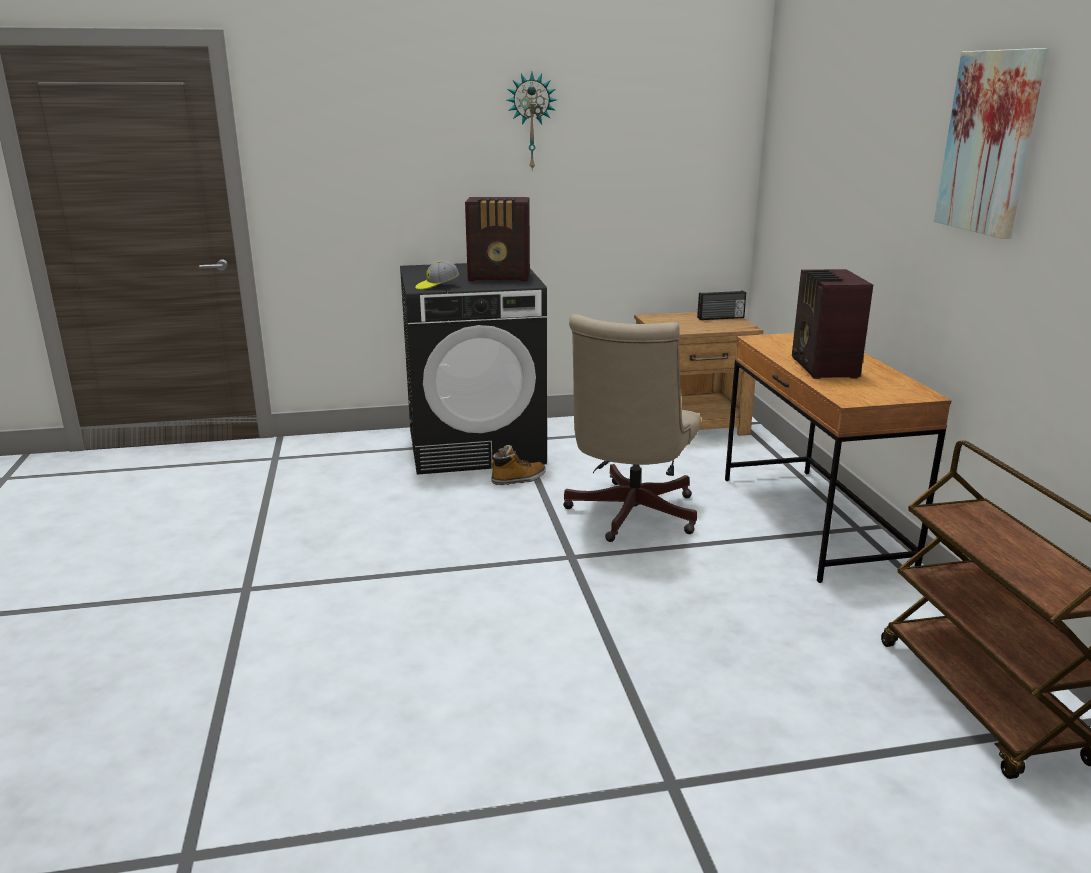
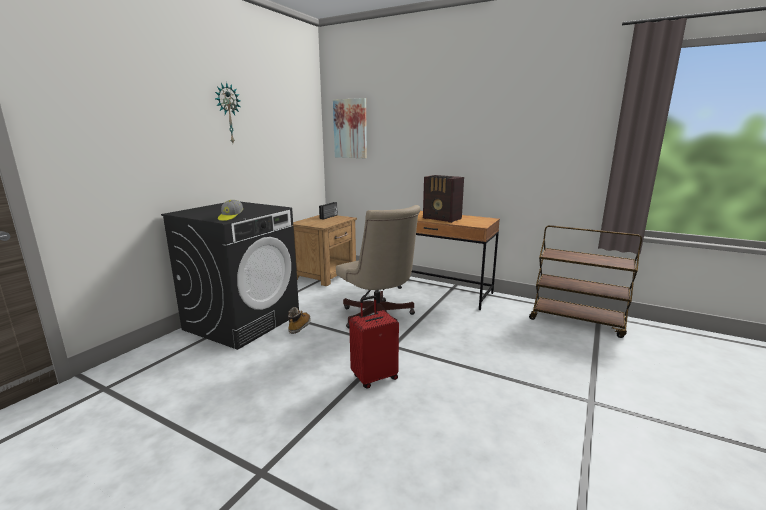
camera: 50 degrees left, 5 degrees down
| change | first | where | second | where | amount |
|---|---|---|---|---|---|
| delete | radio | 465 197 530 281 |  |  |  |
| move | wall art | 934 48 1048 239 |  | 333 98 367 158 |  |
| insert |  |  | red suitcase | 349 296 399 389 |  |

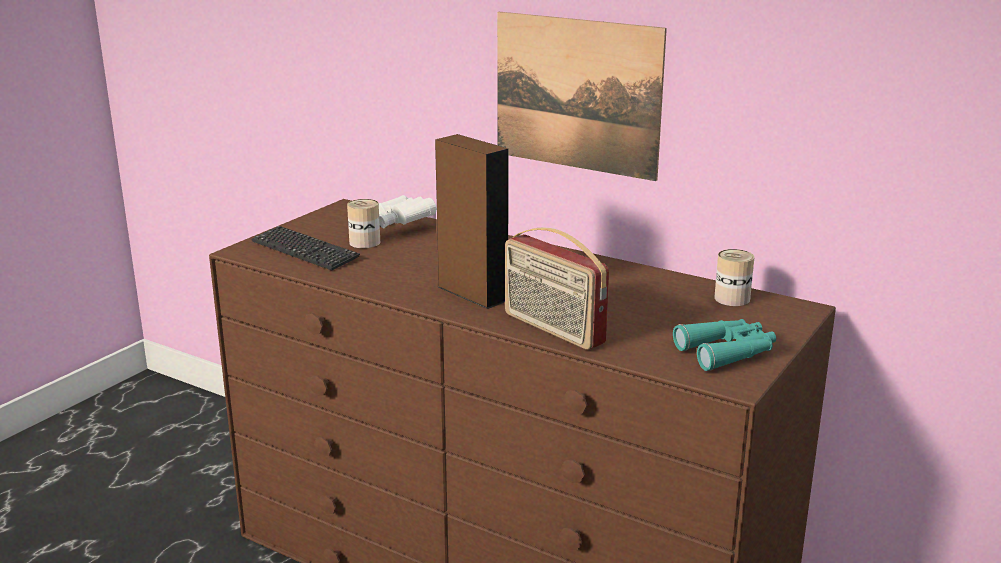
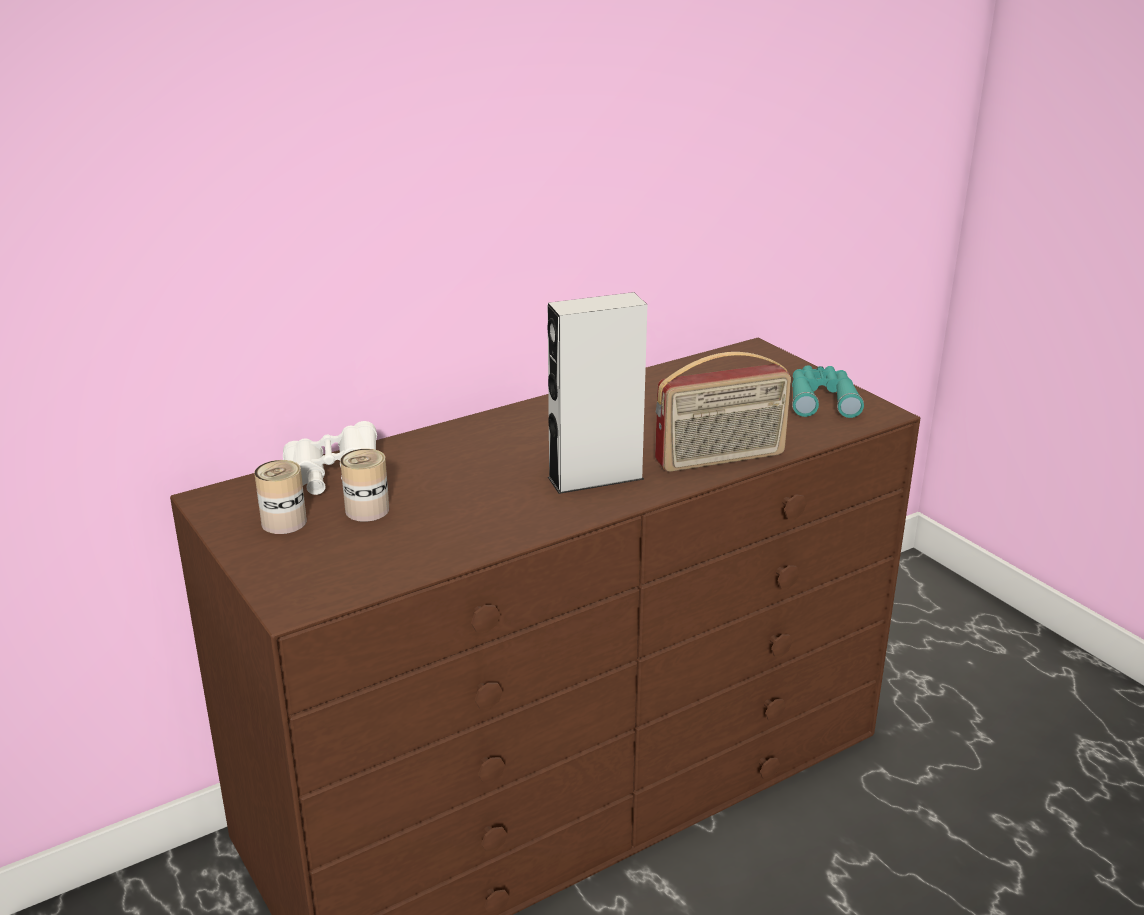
camera: 65 degrees left, 5 degrees up
| change | first | where | second | where | amount |
|---|---|---|---|---|---|
| delete | PC keyboard | 251 226 360 271 |  |  |  |
| recolor | brownish audio speaker | 435 134 509 309 | grey audio speaker | 548 292 647 494 |  |
| delete | wall art | 497 12 667 181 |  |  |  |
| move | sealed can | 714 249 754 306 |  | 255 460 307 534 |  |

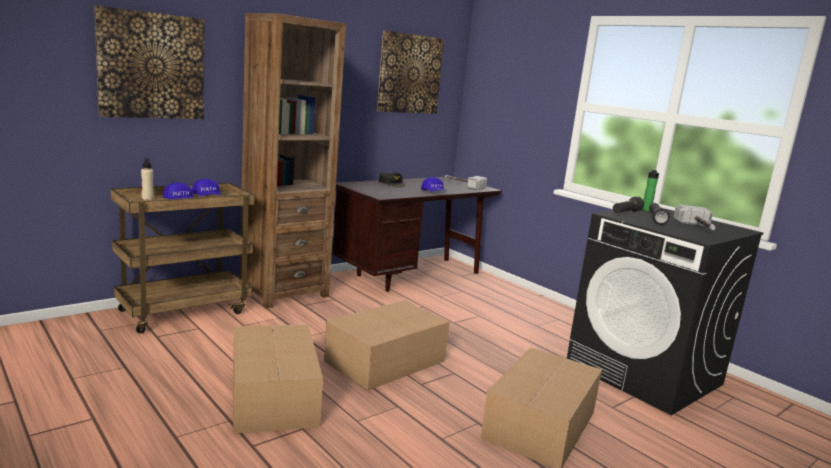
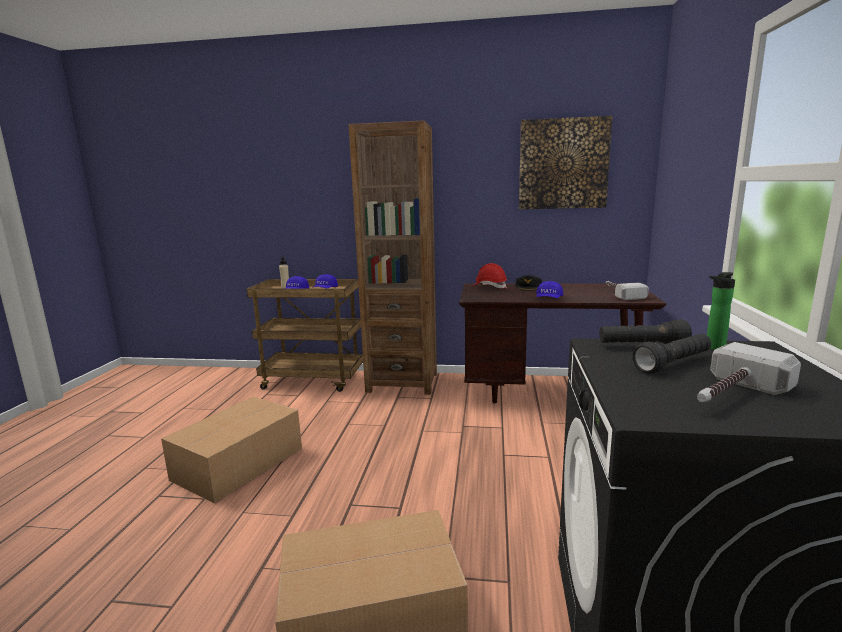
camera: 50 degrees right, 0 degrees up
| change | first | where | second | where | amount |
|---|---|---|---|---|---|
| delete | wall art | 94 5 204 119 |  |  |  |
| delete | cardboard box | 324 300 450 390 |  |  |  |
| insert |  |  | red work helmet | 474 263 507 288 |  |

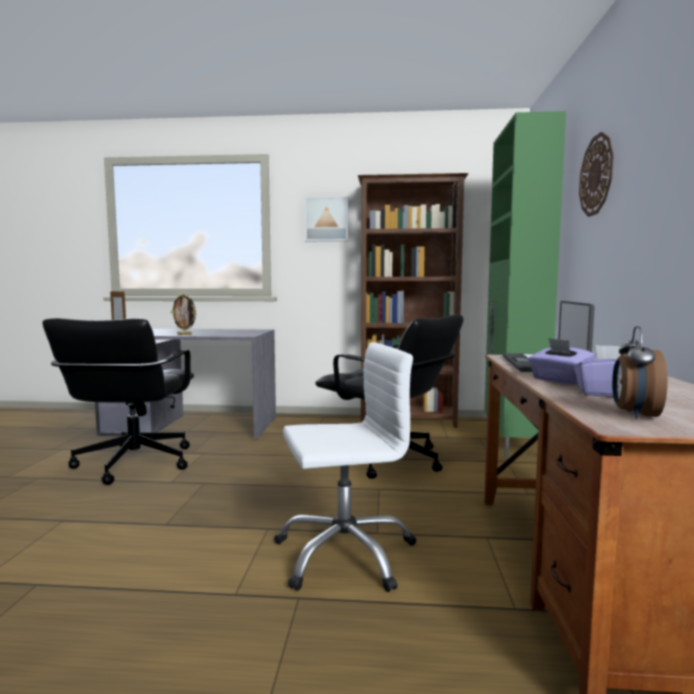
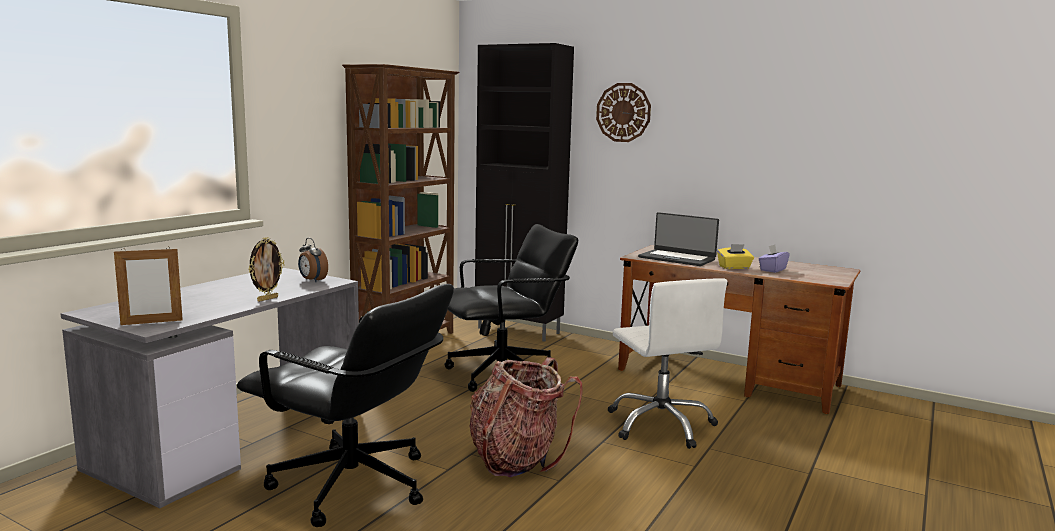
camera: 65 degrees left, 5 degrees up
| change | first | where | second | where | amount |
|---|---|---|---|---|---|
| rotate | white computer chair | 274 342 416 592 |  | 608 278 727 449 | 150 degrees clockwise |
| delete | wall art | 305 196 348 241 |  |  |  |
| recolor | green cabinet | 484 111 566 458 | black cabinet | 475 43 574 342 |  |
| recolor | purple-coloured box of tissues | 528 338 596 385 | yellow-coloured box of tissues | 717 244 754 269 |  |
| move | table clock | 612 326 668 419 |  | 298 238 328 282 |  |
| insert |  |  | rucksack | 469 357 583 477 |  |

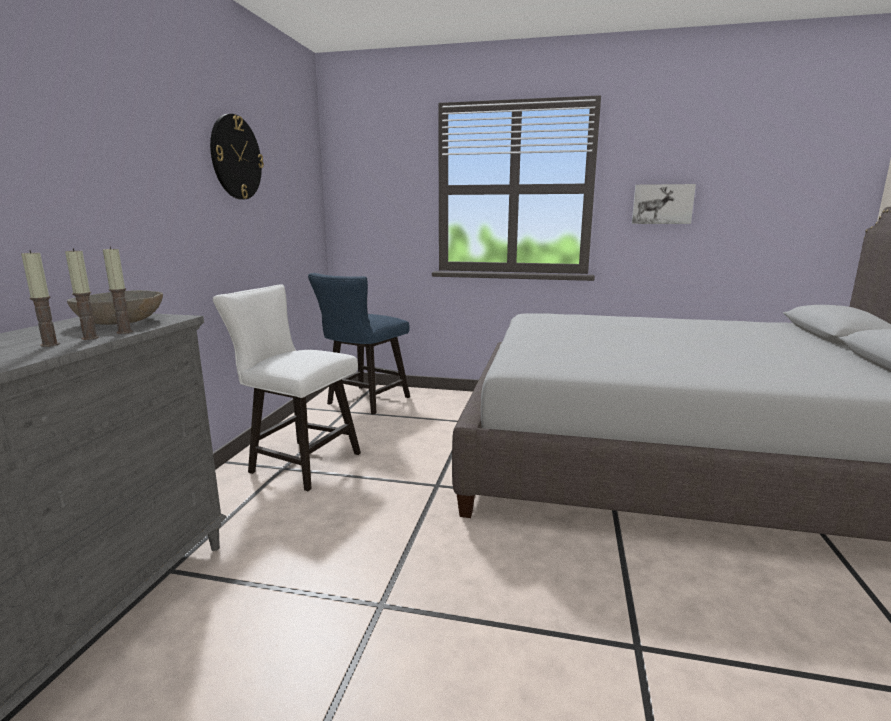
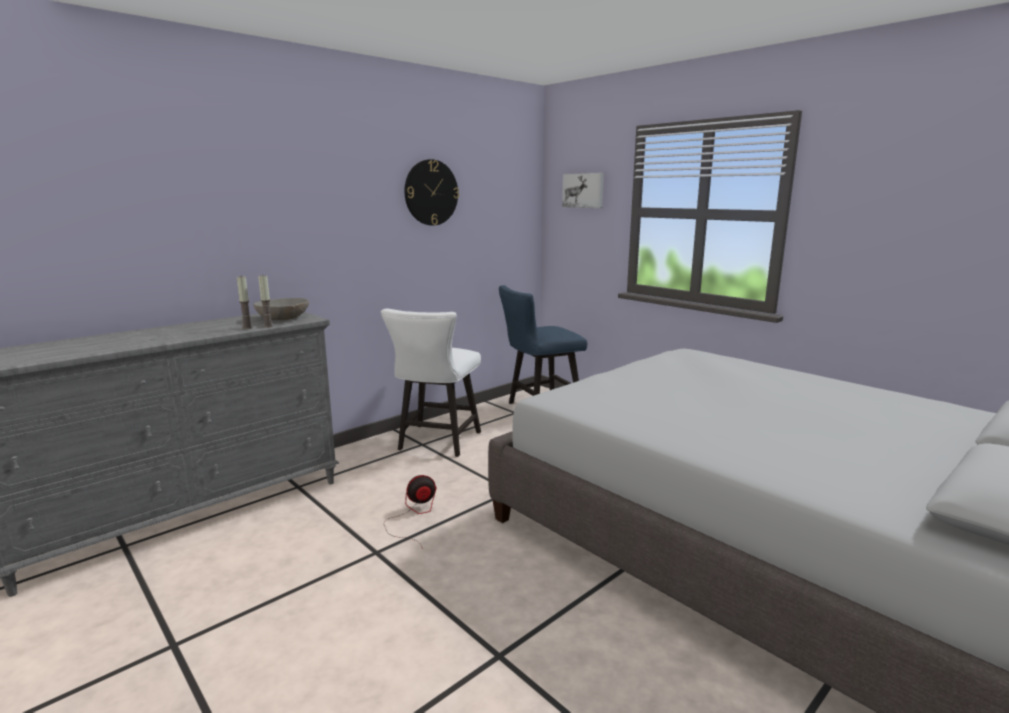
camera: 35 degrees right, 0 degrees up
| change | first | where | second | where | amount |
|---|---|---|---|---|---|
| delete | wax light | 21 250 60 347 |  |  |  |
| rotate | white upright chair | 213 284 361 491 |  | 381 308 481 457 | 135 degrees counterclockwise |
| move | wall art | 632 184 696 224 |  | 562 173 604 208 |  |
| insert |  |  | electric fan | 384 475 437 549 |  |

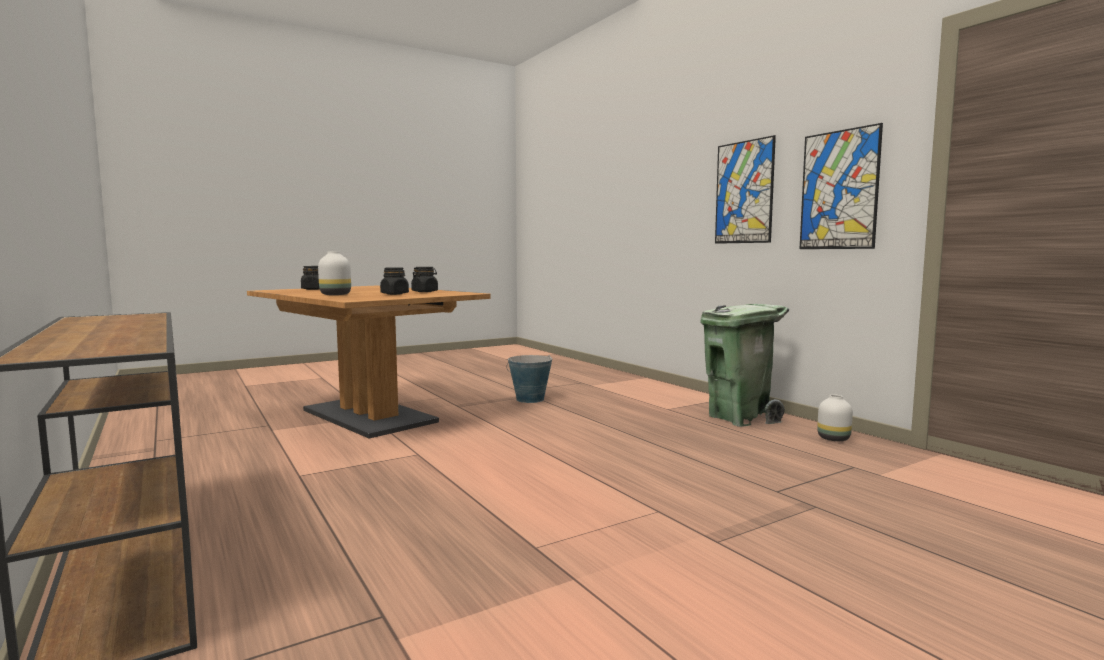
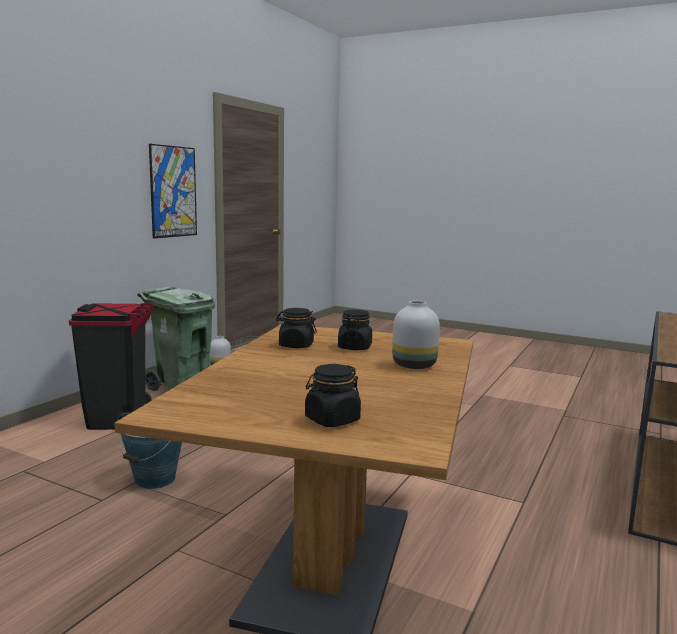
camera: 120 degrees left, 5 degrees up
| change | first | where | second | where | amount |
|---|---|---|---|---|---|
| delete | wall art | 715 135 776 244 |  |  |  |
| insert |  |  | black trash can | 69 303 155 430 |  |

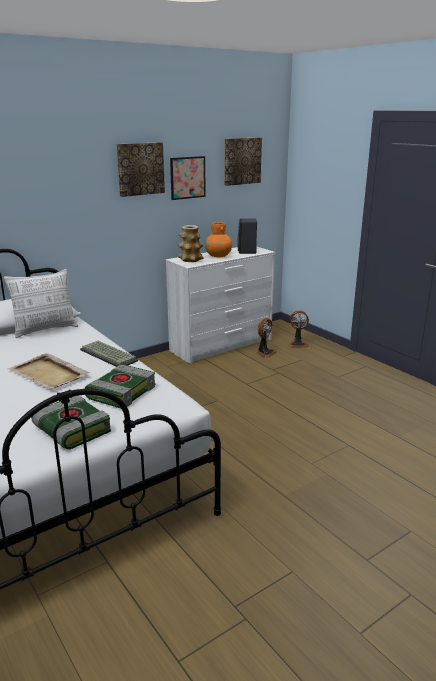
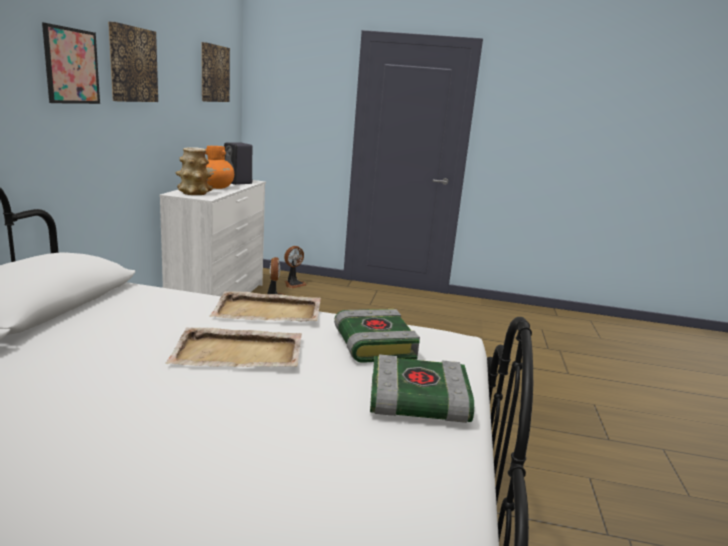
camera: 45 degrees left, 5 degrees down
| change | first | where | second | where | amount |
|---|---|---|---|---|---|
| delete | pillow | 4 269 78 338 |  |  |  |
| replace | PC keyboard | 80 341 138 367 | beige-coloured tray | 210 291 321 321 |  |
| move | wall art | 170 156 206 200 |  | 42 23 100 104 |  |

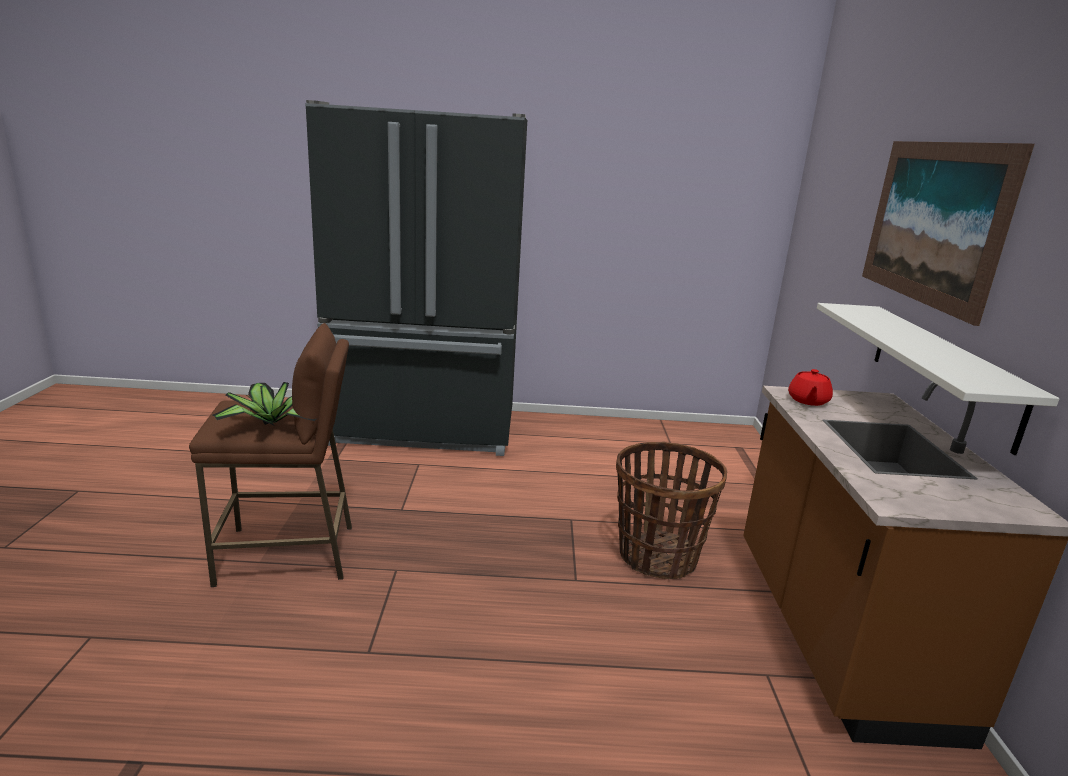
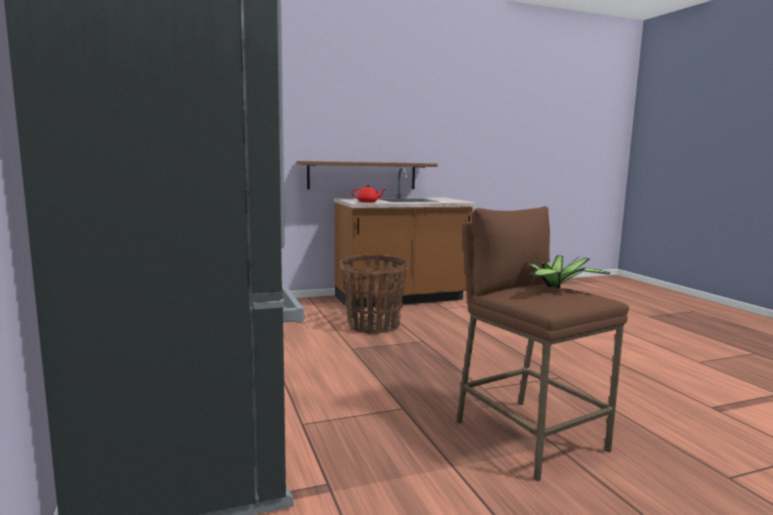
camera: 110 degrees left, 10 degrees down
| change | first | where | second | where | amount |
|---|---|---|---|---|---|
| recolor | white shelf | 817 303 1060 455 | brownish shelf | 297 161 438 189 |  |
| delete | wall art | 862 141 1034 326 |  |  |  |

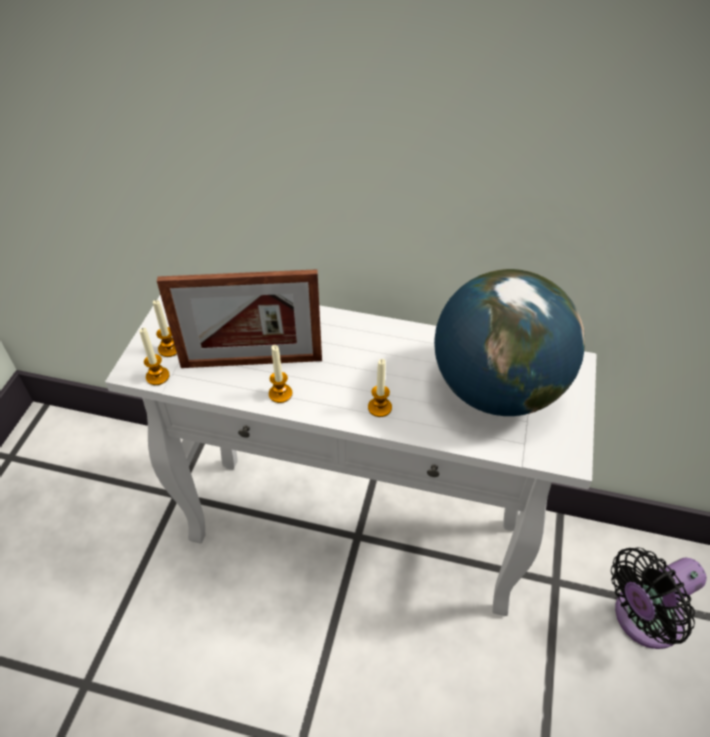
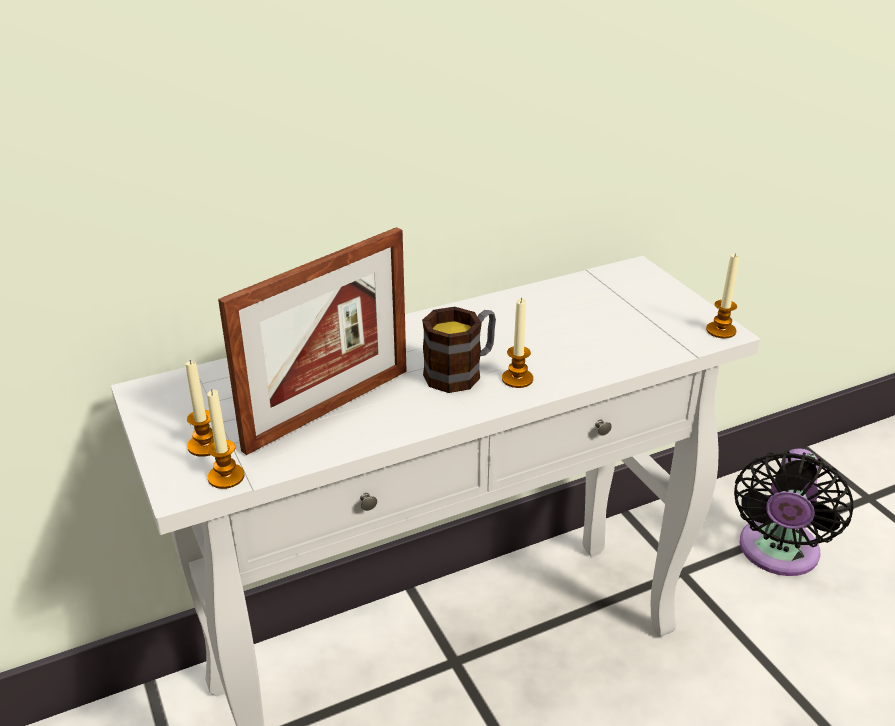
camera: 40 degrees left, 15 degrees down
| change | first | where | second | where | amount |
|---|---|---|---|---|---|
| move | wax light | 269 345 292 403 |  | 706 253 739 338 |  |
| delete | desk globe | 434 269 585 416 |  |  |  |
| insert |  |  | coffee mug | 422 307 496 393 |  |

